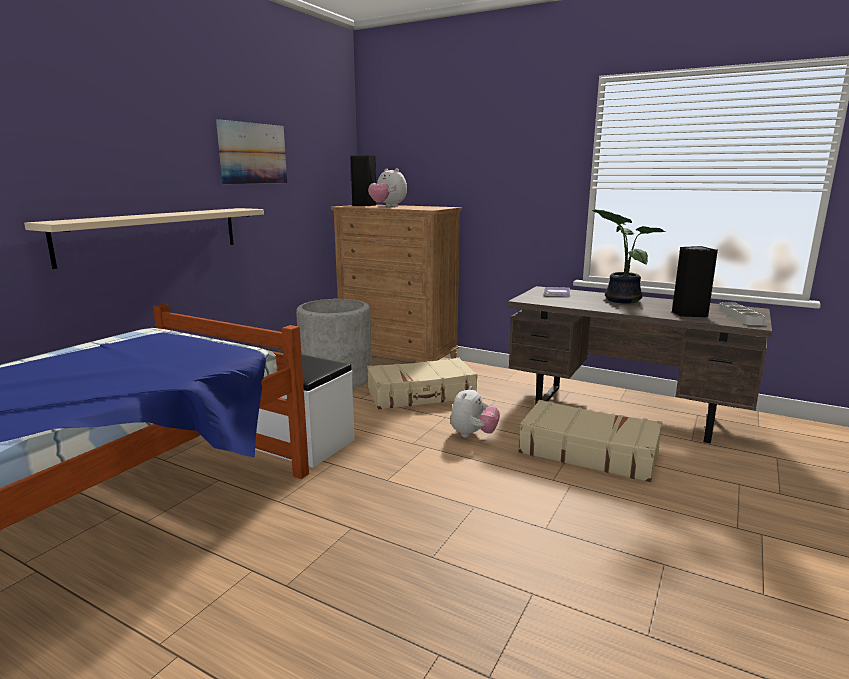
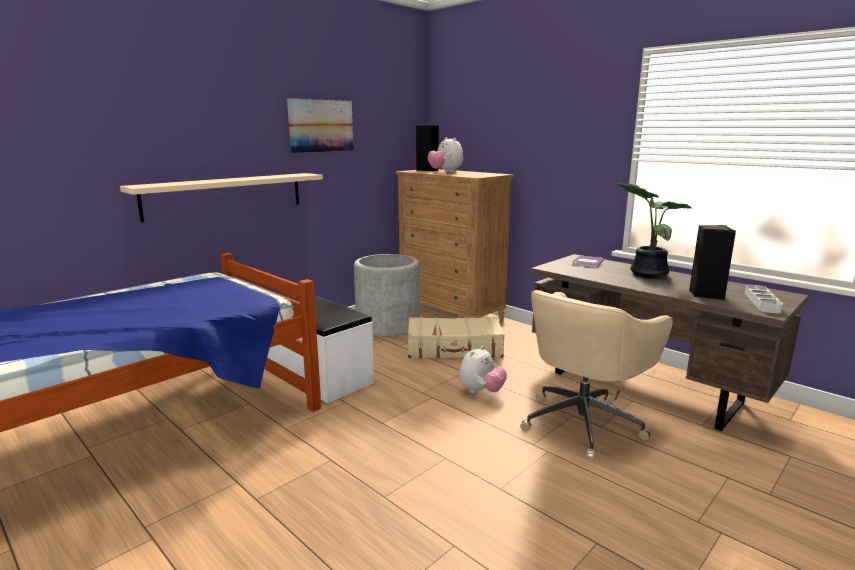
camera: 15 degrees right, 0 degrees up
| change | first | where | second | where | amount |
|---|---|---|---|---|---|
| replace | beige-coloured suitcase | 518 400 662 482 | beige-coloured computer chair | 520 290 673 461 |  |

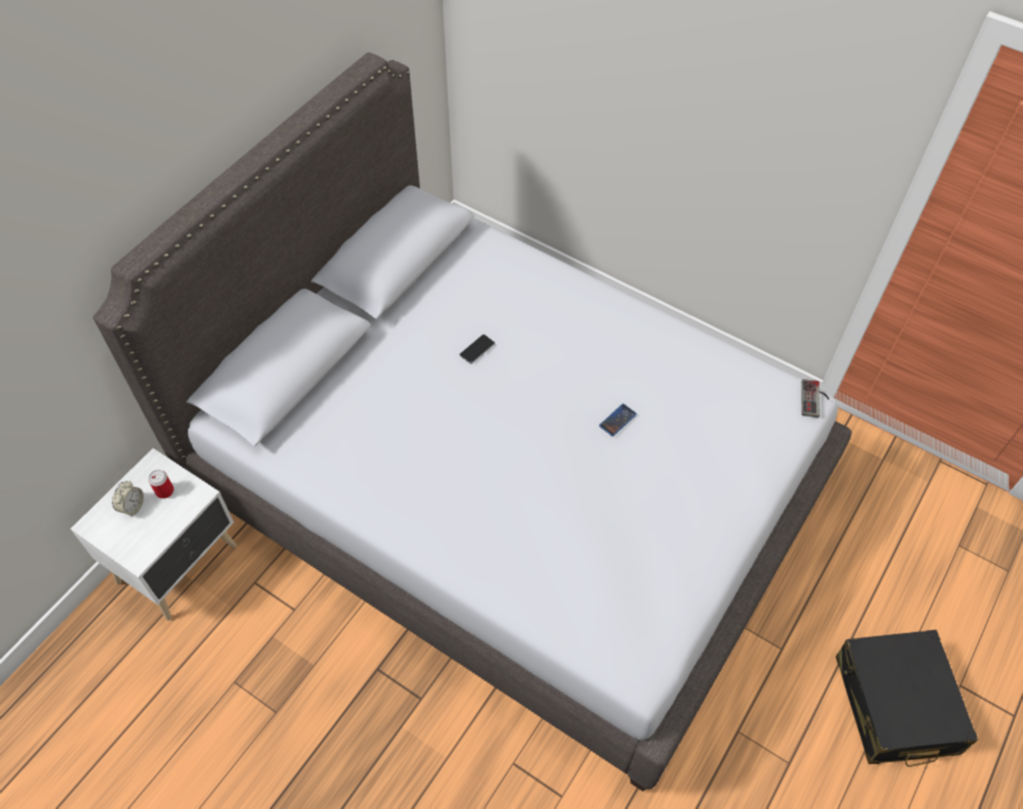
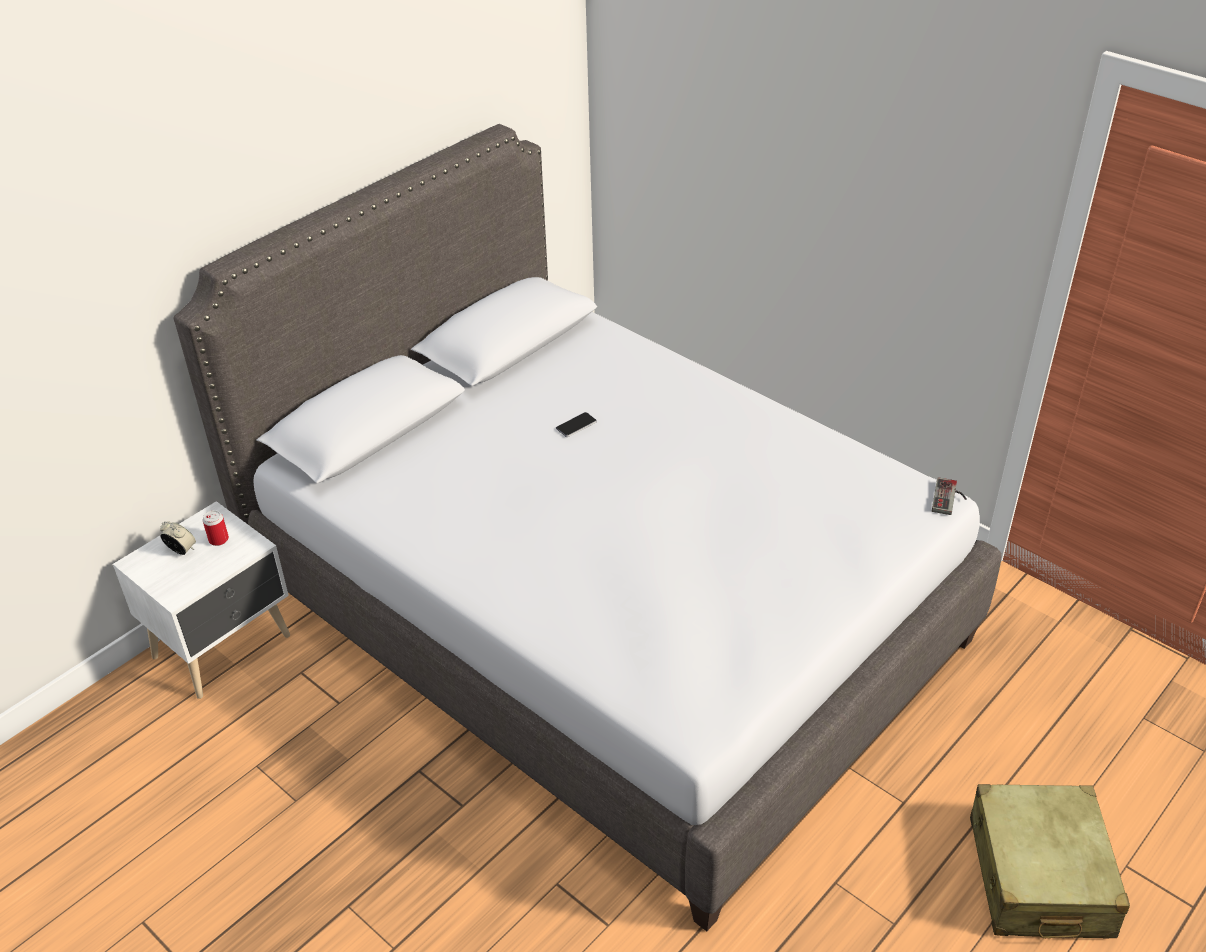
camera: 10 degrees right, 15 degrees down
| change | first | where | second | where | amount |
|---|---|---|---|---|---|
| rotate | table clock | 112 481 144 517 |  | 160 521 196 555 | 90 degrees counterclockwise |
| delete | handset | 599 404 637 437 |  |  |  |
| recolor | black suitcase | 836 630 978 767 | beige-coloured suitcase | 970 784 1130 938 |  |

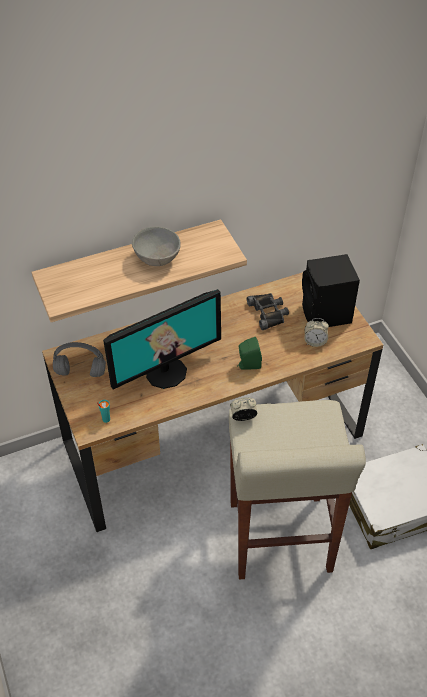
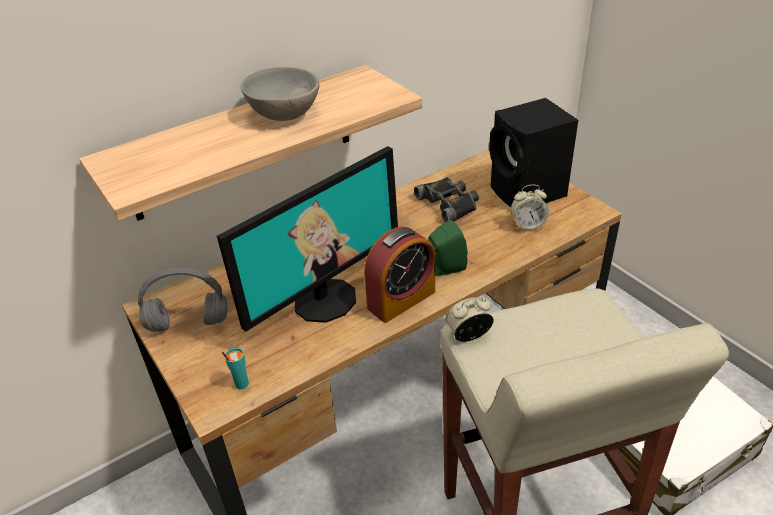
camera: 10 degrees left, 10 degrees down
| change | first | where | second | where | amount |
|---|---|---|---|---|---|
| insert |  |  | table clock | 364 227 435 323 |  |

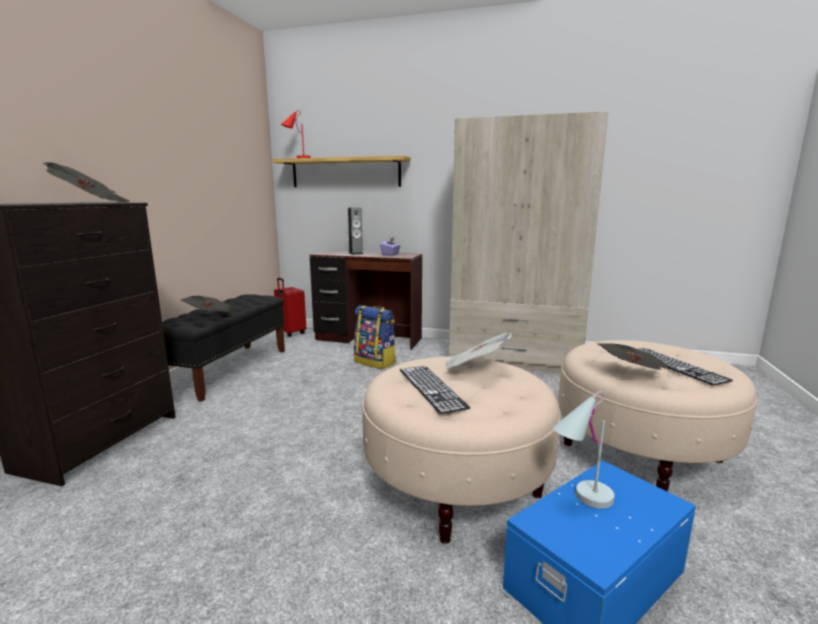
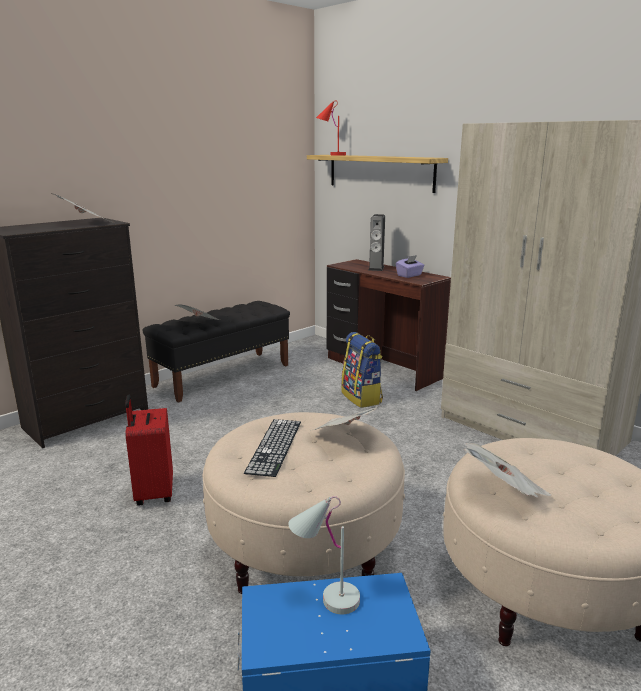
camera: 30 degrees right, 5 degrees up
| change | first | where | second | where | amount |
|---|---|---|---|---|---|
| move | red suitcase | 274 278 306 337 |  | 125 395 173 506 |  |
| delete | PC keyboard | 639 348 733 386 |  |  |  |

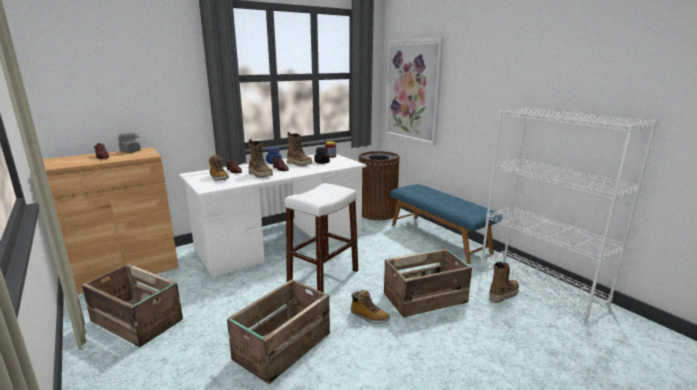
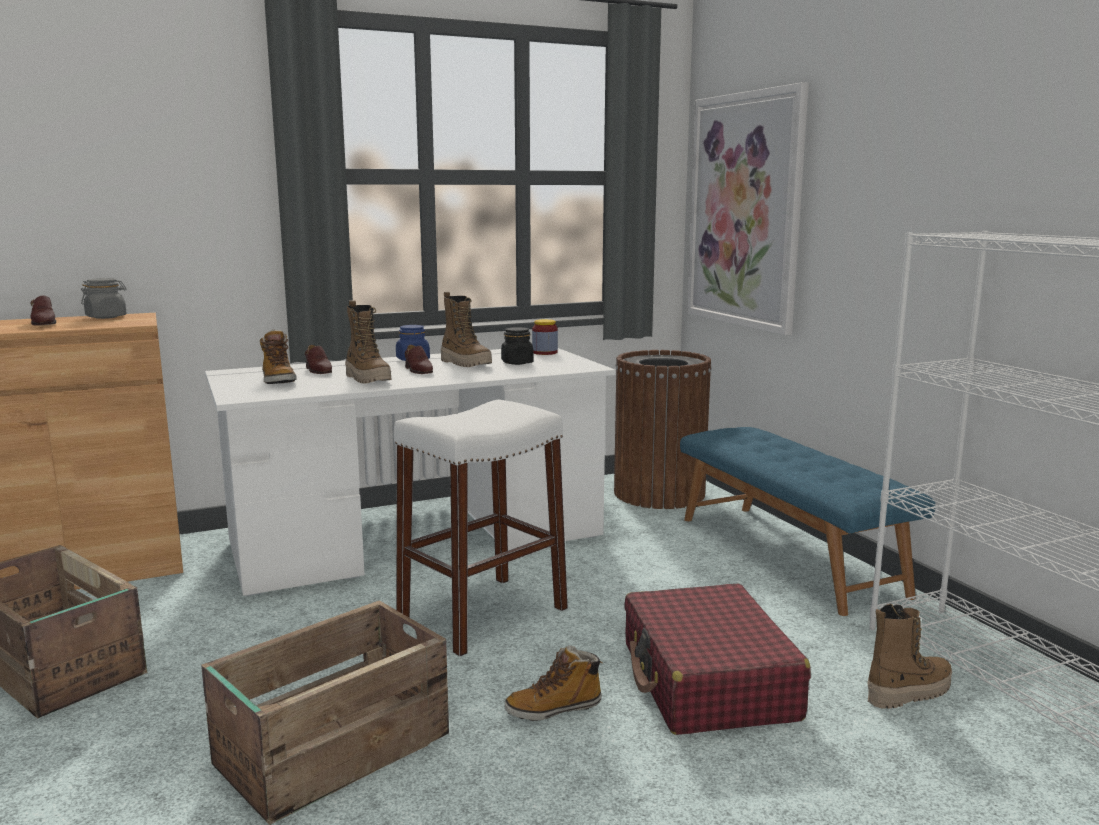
camera: 10 degrees right, 5 degrees down
| change | first | where | second | where | amount |
|---|---|---|---|---|---|
| rotate | high-top boot | 351 290 390 324 |  | 505 645 602 721 | 120 degrees clockwise |
| replace | shipping crate | 384 249 472 318 | red suitcase | 624 584 811 735 |  |

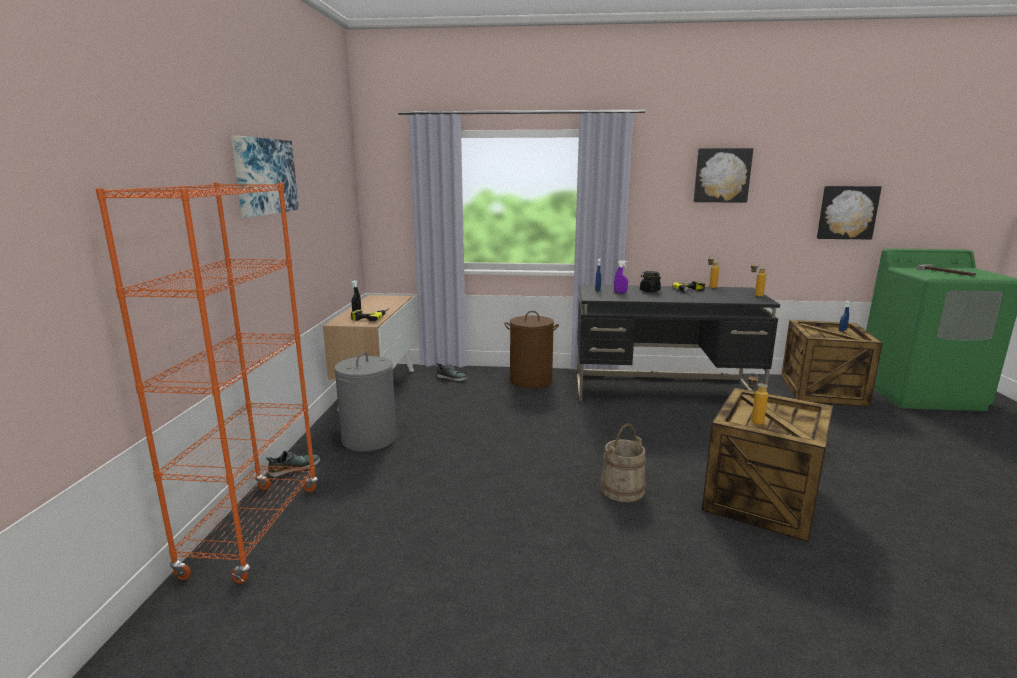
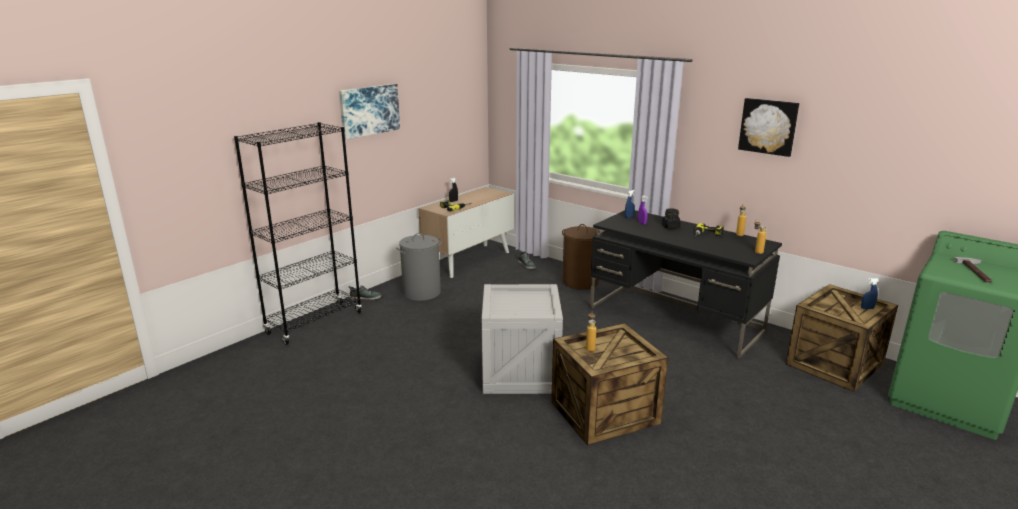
camera: 35 degrees right, 5 degrees up
| change | first | where | second | where | amount |
|---|---|---|---|---|---|
| recolor | orange bookshelf | 95 183 318 583 | black bookshelf | 234 122 362 345 |  |
| replace | beige-coloured pail | 601 424 646 502 | shipping crate | 482 284 563 394 |  |
| delete | wall art | 817 186 882 239 |  |  |  |

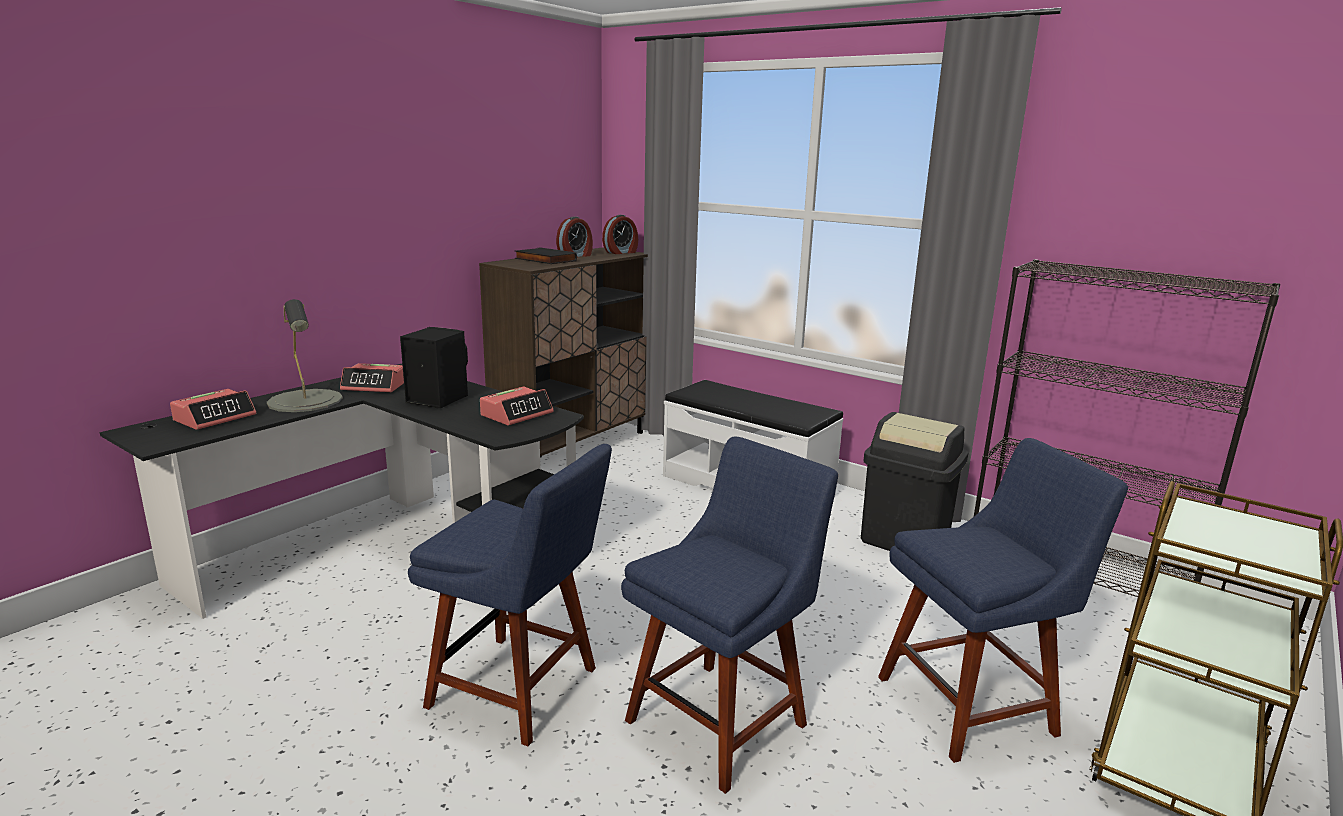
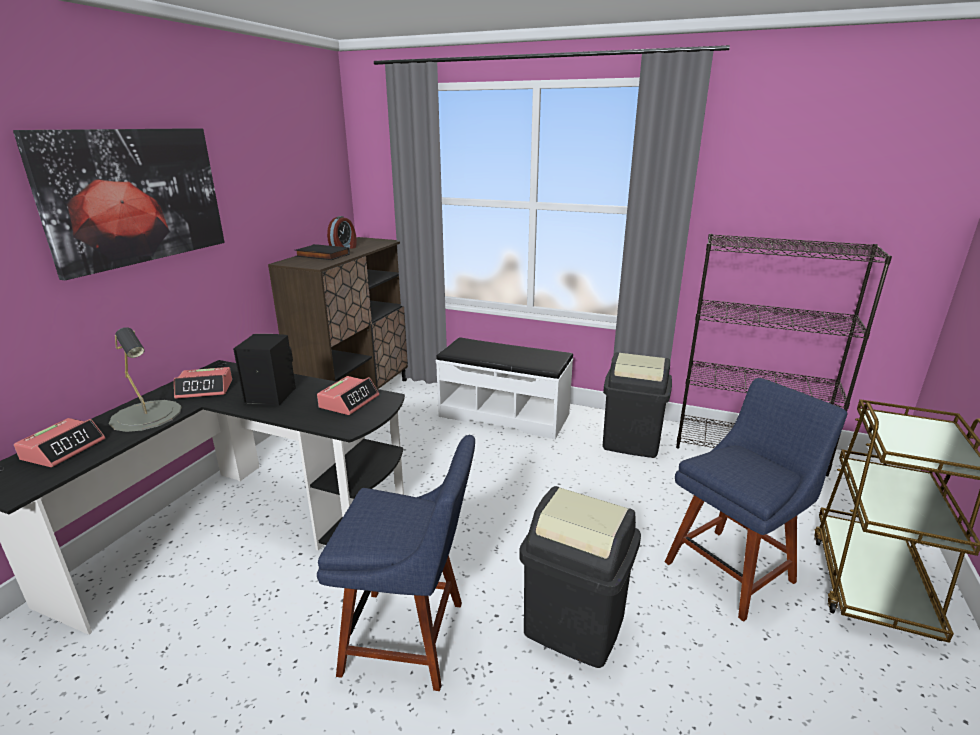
camera: 15 degrees left, 5 degrees up
| change | first | where | second | where | amount |
|---|---|---|---|---|---|
| delete | table clock | 602 215 638 254 |  |  |  |
| replace | blue-coloured upright chair | 621 437 838 794 | black trash can | 519 486 641 668 |  |
| insert |  |  | wall art | 13 128 225 280 |  |

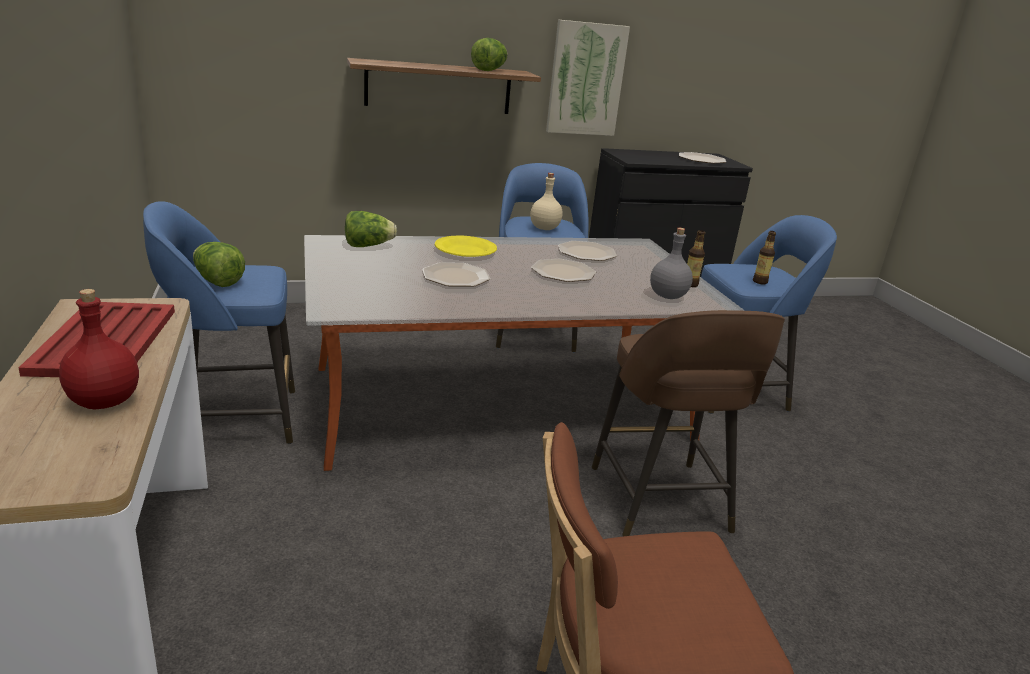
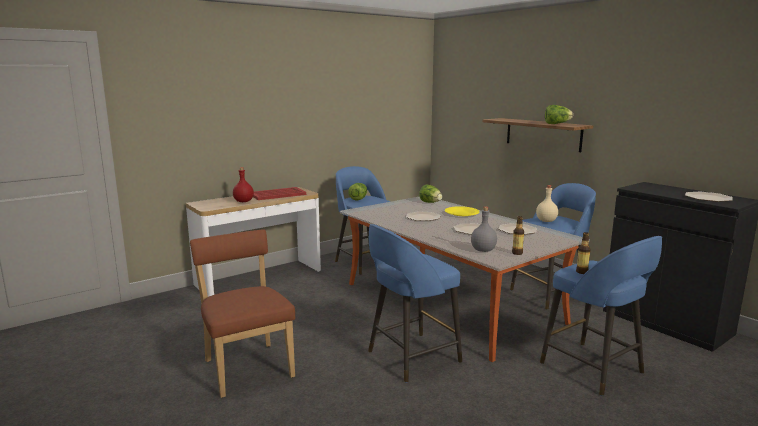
camera: 70 degrees right, 10 degrees down
| change | first | where | second | where | amount |
|---|---|---|---|---|---|
| delete | wall art | 546 19 630 136 |  |  |  |
| recolor | brownish stool seat | 592 310 785 536 | blue-coloured stool seat | 368 224 462 383 |  |

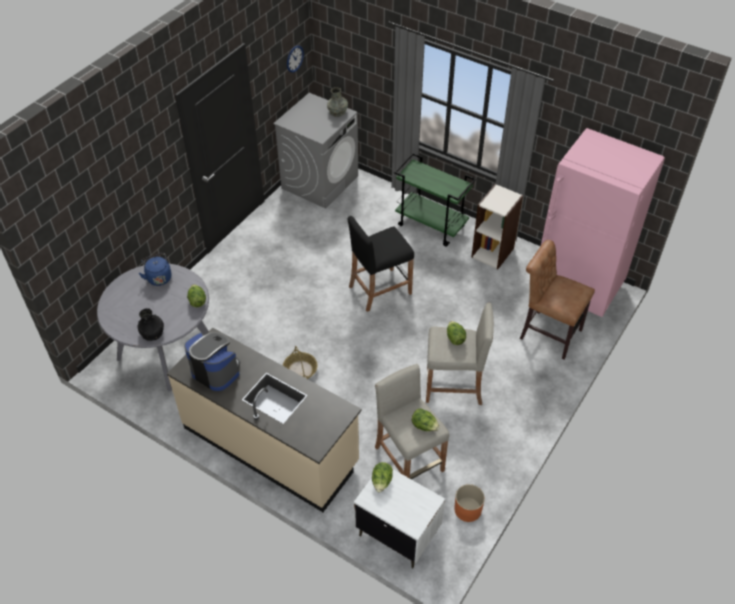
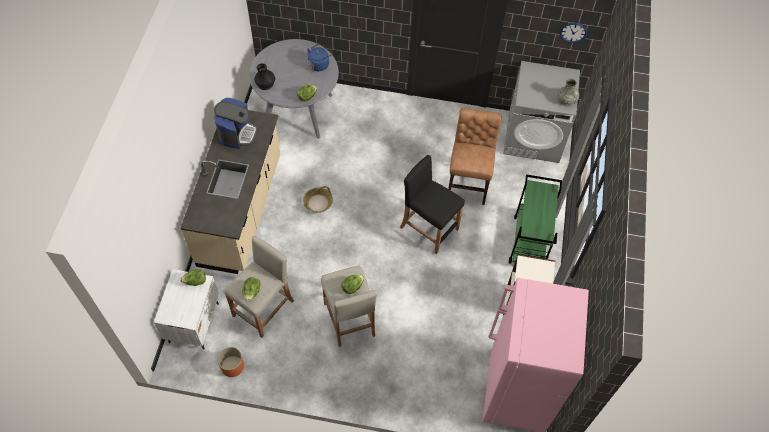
camera: 65 degrees right, 10 degrees up
| change | first | where | second | where | amount |
|---|---|---|---|---|---|
| move | brownish upright chair | 520 240 595 360 |  | 448 108 501 205 |  |

